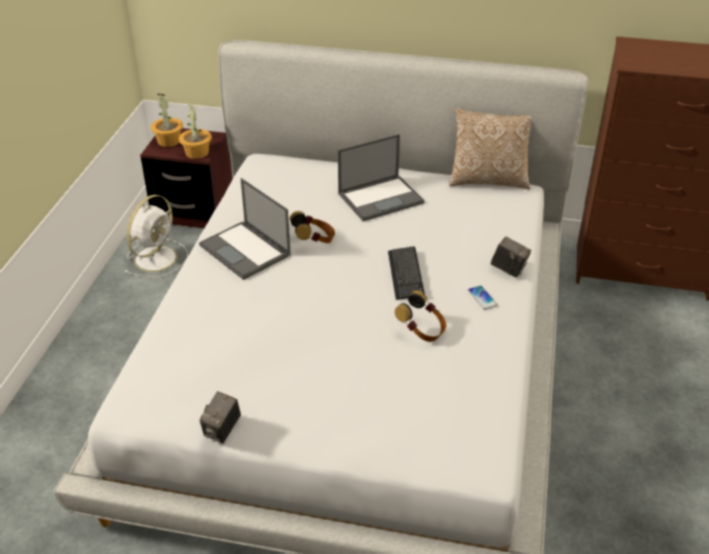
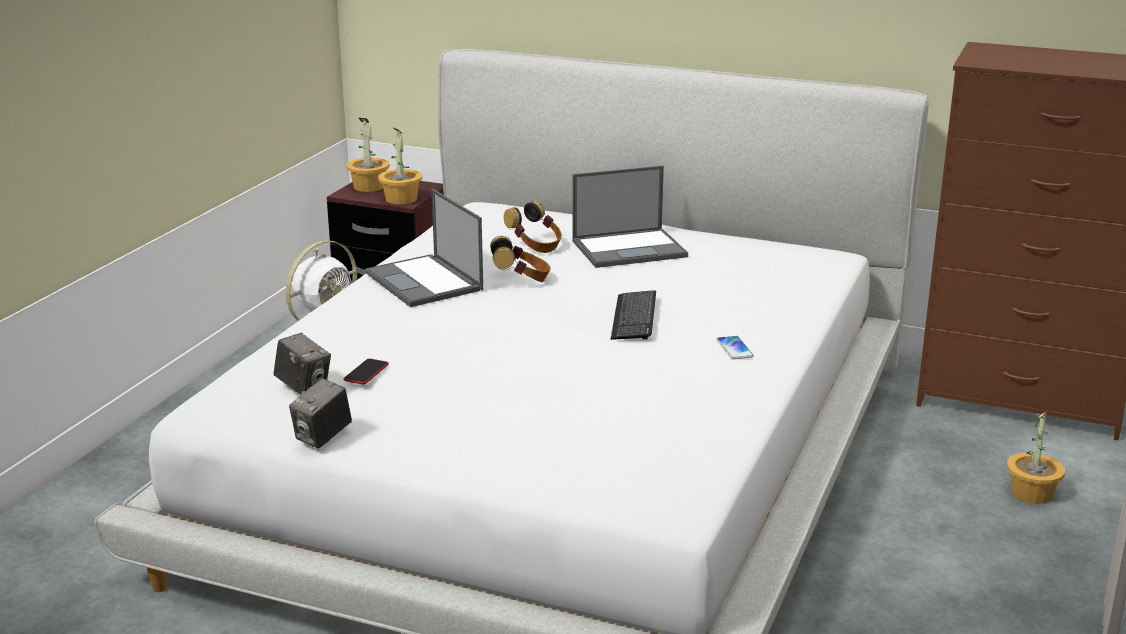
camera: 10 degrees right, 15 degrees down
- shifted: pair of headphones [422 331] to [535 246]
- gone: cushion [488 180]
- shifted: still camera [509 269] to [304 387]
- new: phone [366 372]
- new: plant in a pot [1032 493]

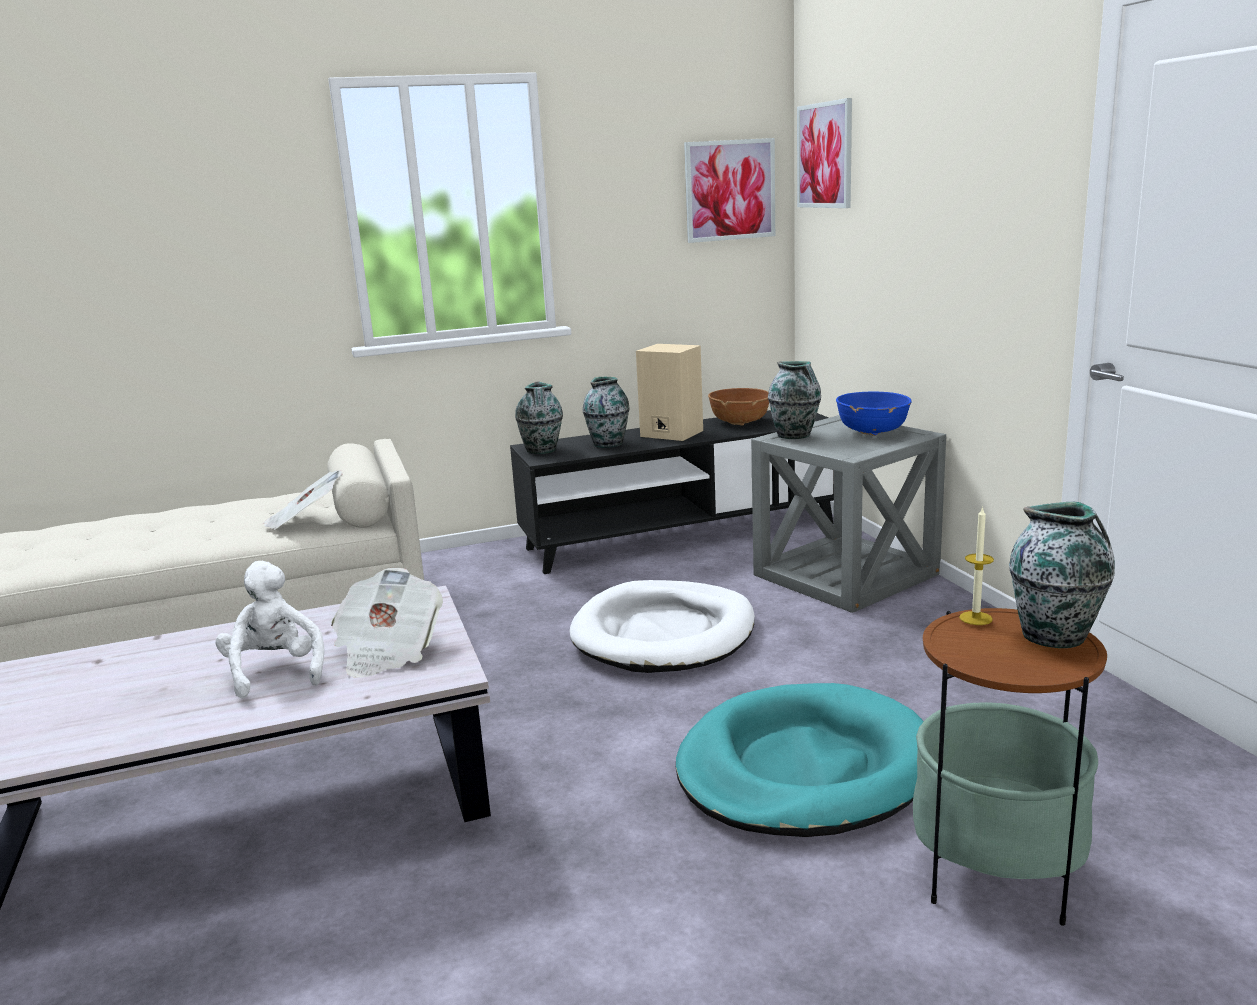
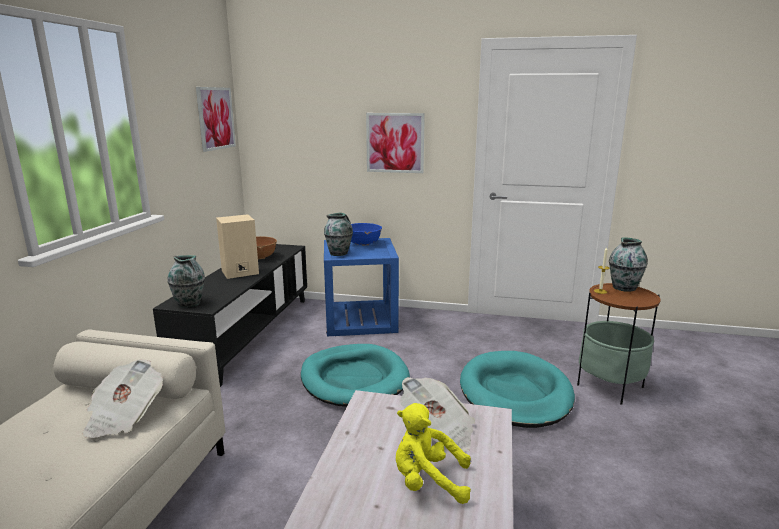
camera: 60 degrees left, 0 degrees up
- repainted: white-coloured soft toy [275 672] to yellow soft toy [428 481]
- repainted: white-coloured pet bed [664 633] to turquoise-coloured pet bed [354 379]
- gone: vase [608 444]
- repainted: greyish accent table [845 575] to blue-coloured accent table [360 319]
- shifted: picture [825 155] to [395 143]

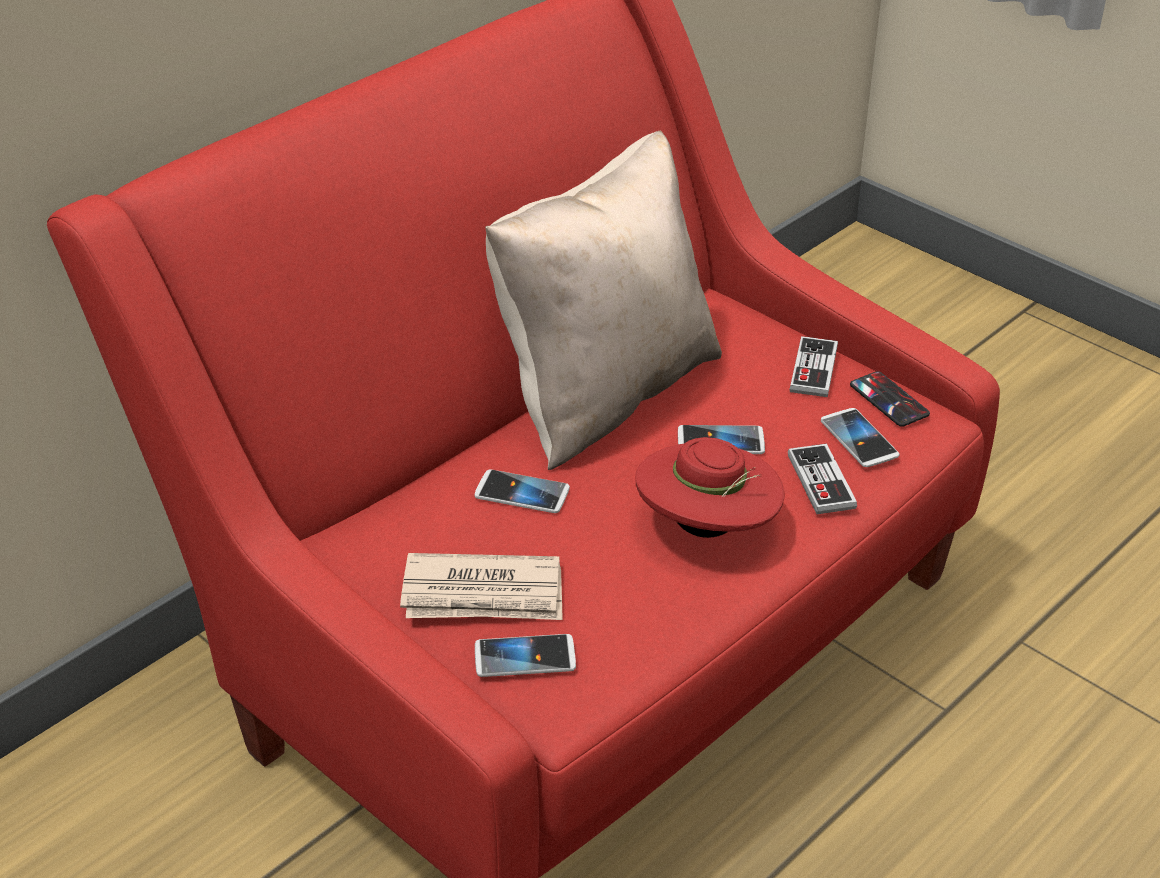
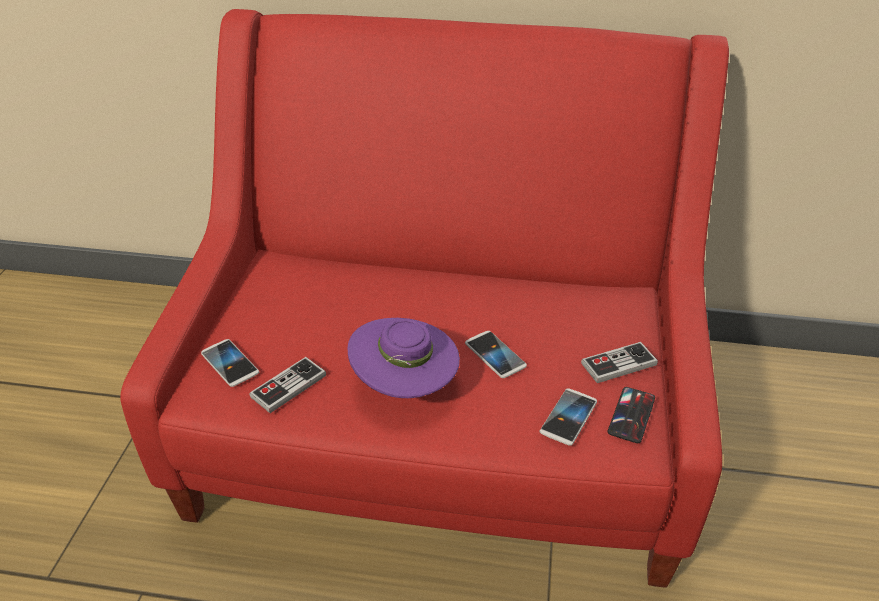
camera: 55 degrees right, 0 degrees up
- gone: daily paper [484 594]
- gone: phone [522 493]
- gone: sand-coloured cushion [604 393]
- repainted: red-coloured wearable hat [707 528] to purple-coloured wearable hat [405 385]
- shifted: game controller [821 481] to [288 386]

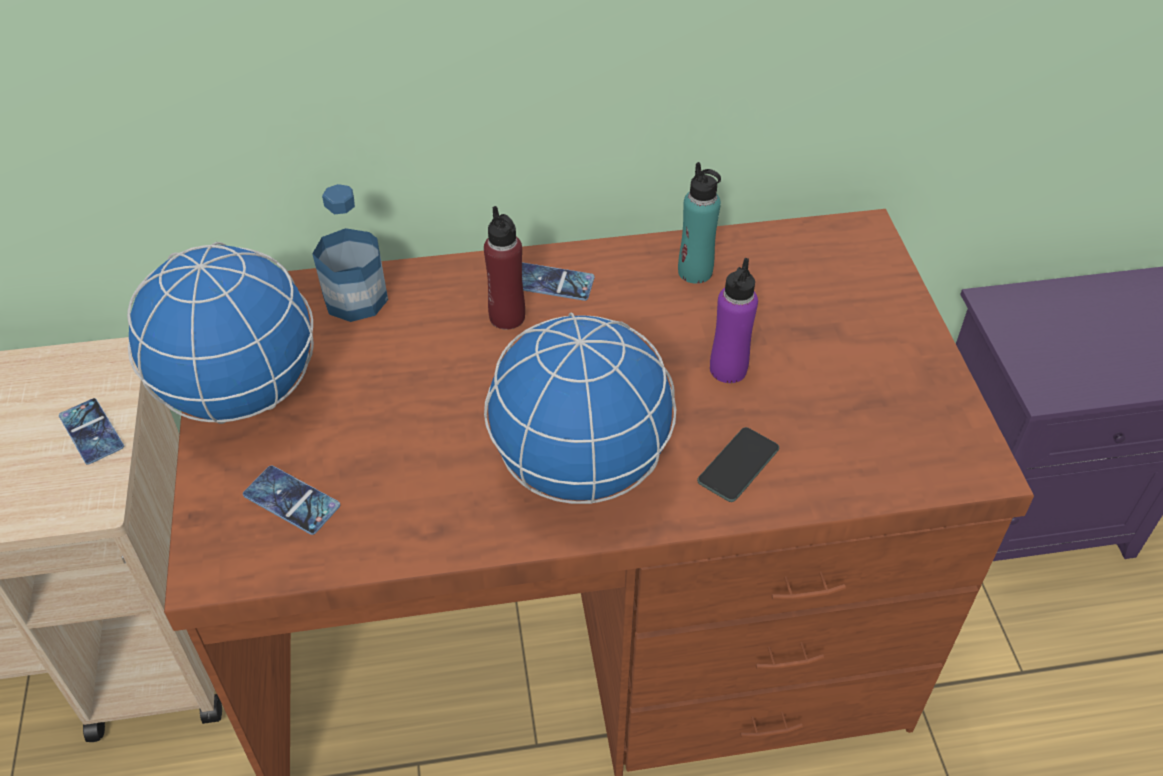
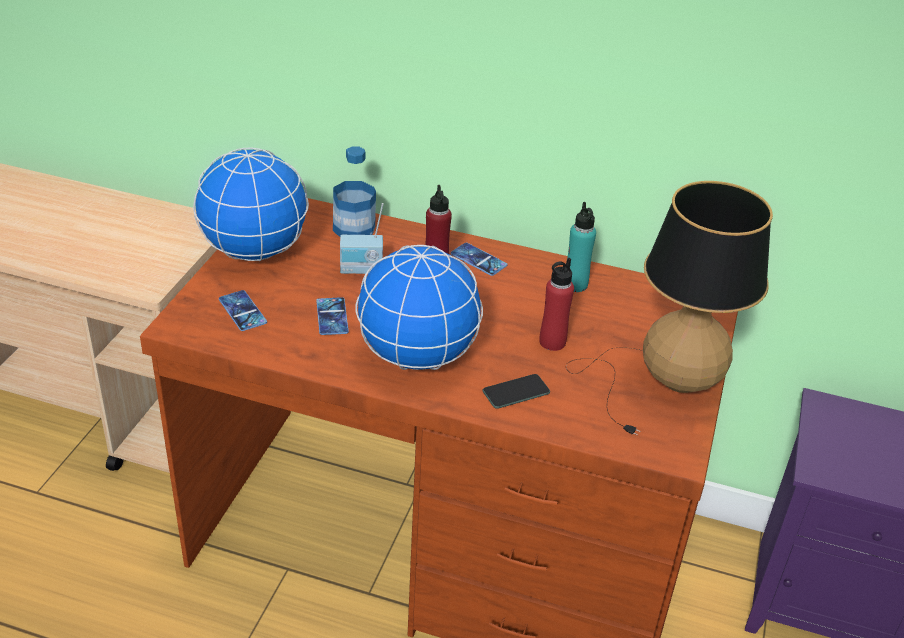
camera: 25 degrees right, 10 degrees down
- shifted: phone [91 431] to [332 316]
- repainted: purple-coloured beverage bottle [728 369] to red-coloured beverage bottle [552 342]
- new: radio receiver [361 270]
- new: lamp for a table [664 381]

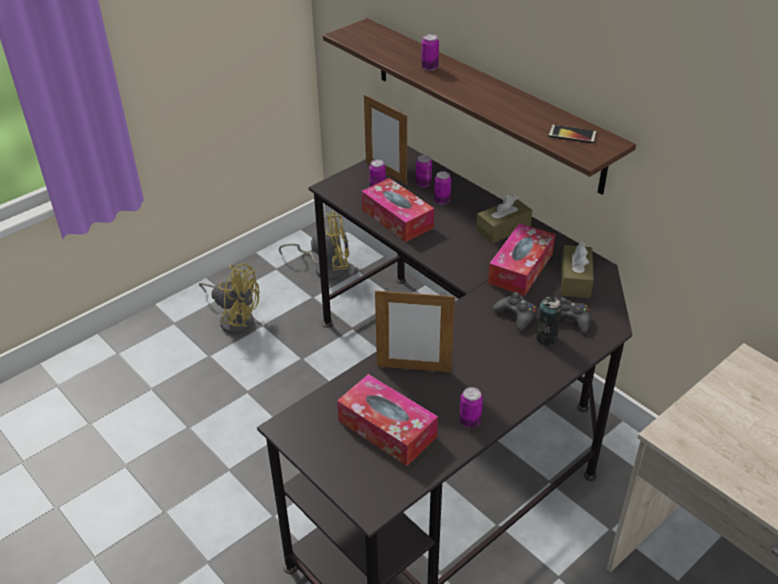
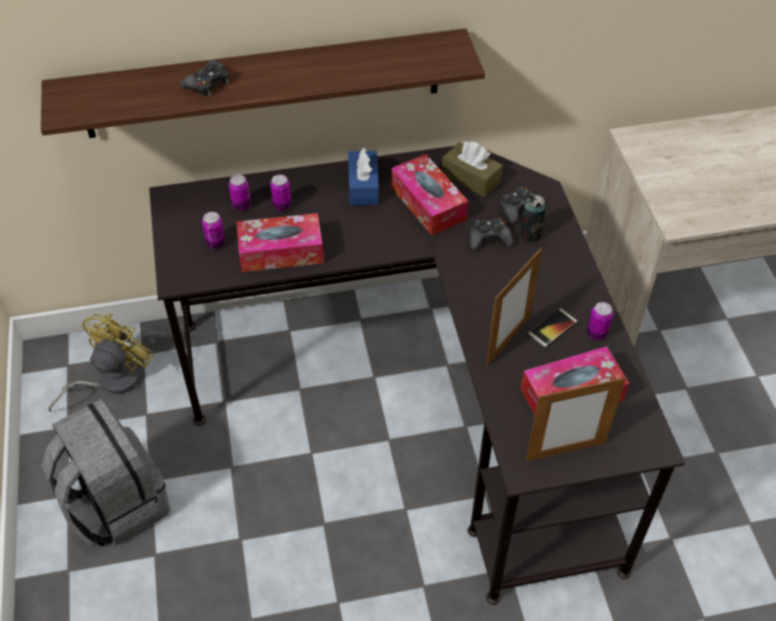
camera: 60 degrees left, 10 degrees up
- swapped: yellow fan [235 318] to greyish backpack [116 504]
- shifted: photo frame [386 173] to [565 451]
- swapped: sealed can [429 67] to black game controller [207 83]
- repainted: brown-coloured tissue holder [503 229] to blue-coloured tissue holder [363 186]
- shifted: phone [572 135] to [552 328]

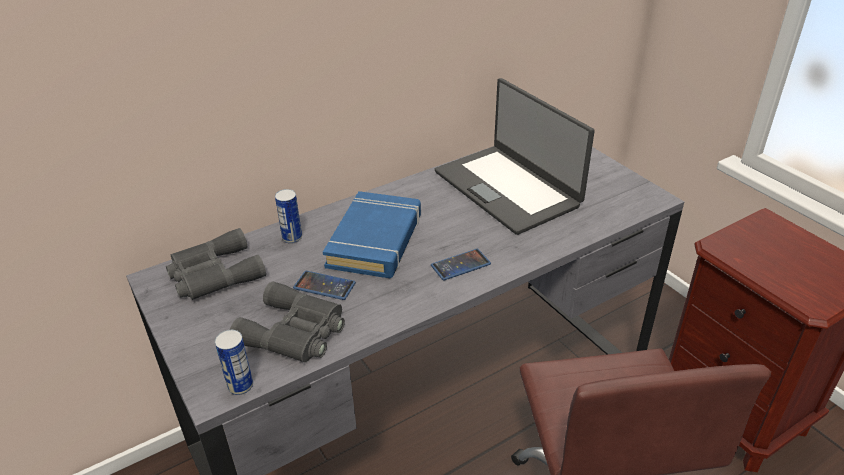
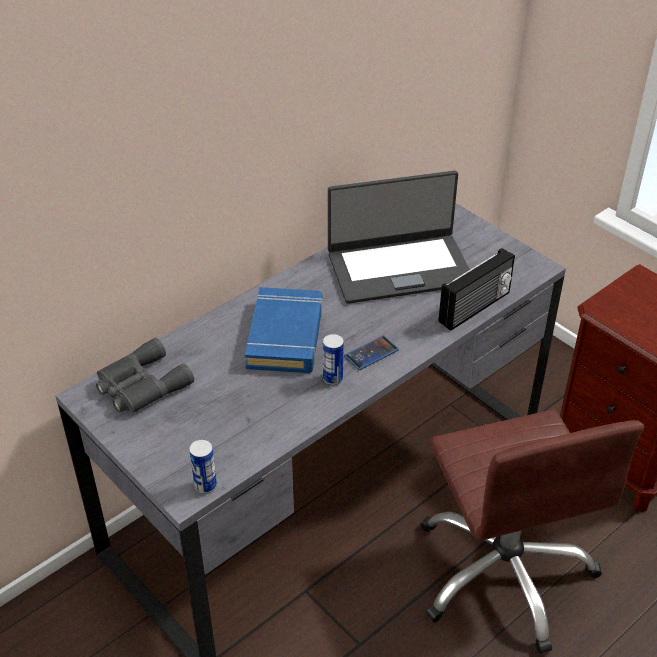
camera: 10 degrees left, 5 degrees up
- gone: greyish field glasses [295 332]
- shifted: sealed can [292 238] to [333 379]
- gone: phone [324 286]
- rotated: portable computer [508 188] = [399 267] 60 degrees counterclockwise
- new: radio receiver [475 308]

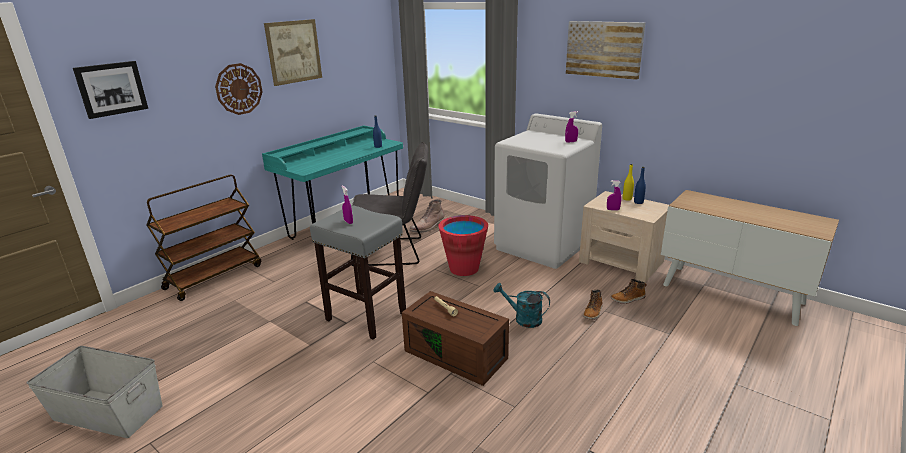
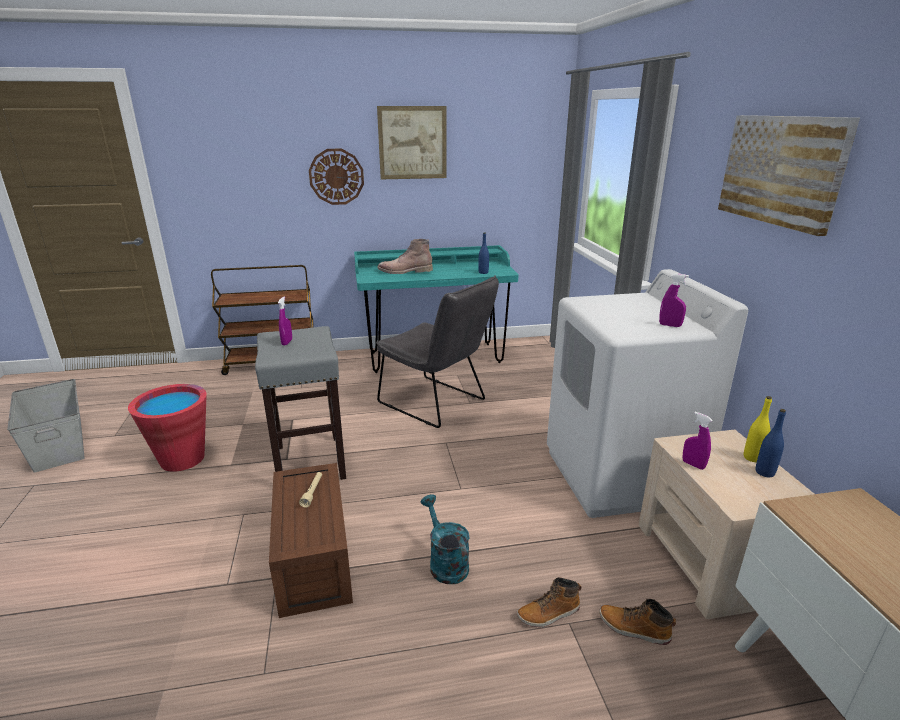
camera: 40 degrees right, 0 degrees up
- gone: picture [111 89]
- shifted: brown-coloured boot [428 227] to [404 272]
- shifted: red-coloured pail [464 268] to [182 459]

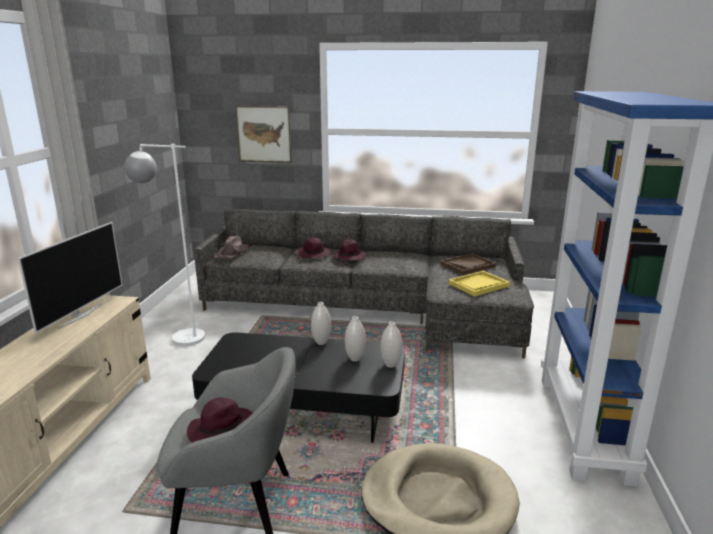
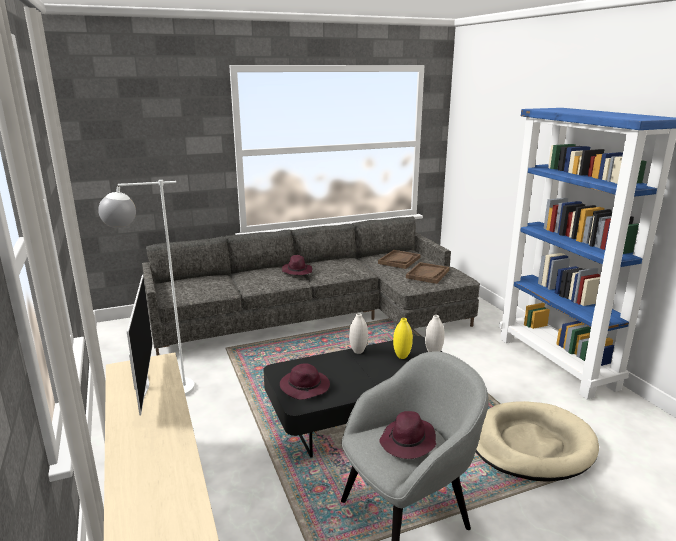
camera: 30 degrees left, 0 degrees up
- gone: brown-coloured wearable hat [234 252]
- gone: picture [264 134]
- shifted: purple-coloured wearable hat [314 254] to [305 387]
- repainted: white-coloured vase [355 359] to yellow vase [402 356]
- repainted: yellow carrying tray [478 285] to brown-coloured carrying tray [427 274]

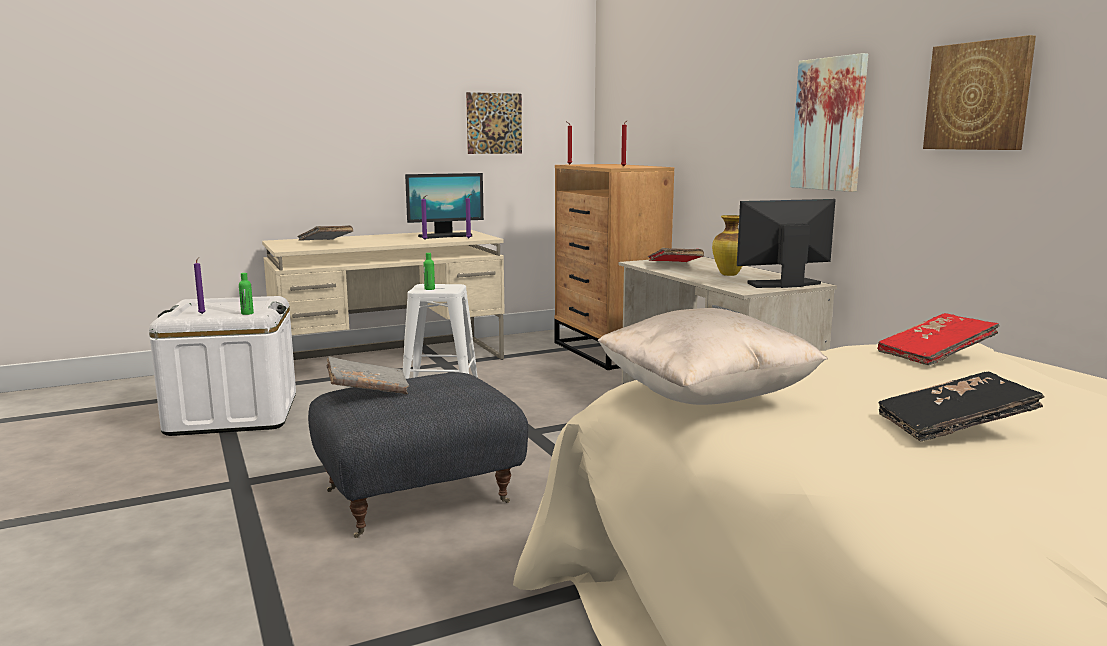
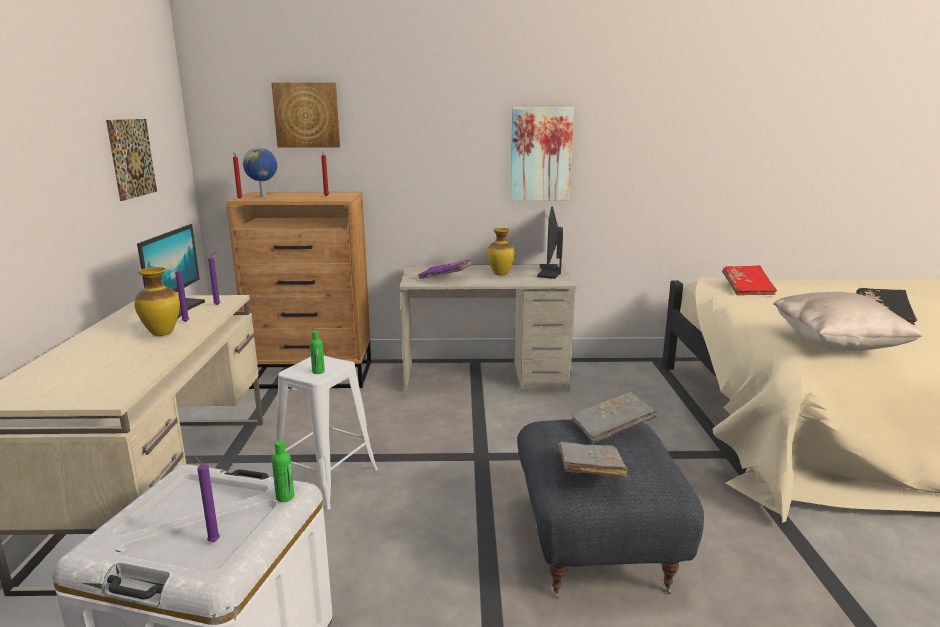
camera: 65 degrees left, 5 degrees up
- shifted: greyish volume [325 243] to [611 428]
- repainted: red-coloured volume [674 266] to purple-coloured volume [445 278]
- shifted: picture [978 96] to [307 115]
- new: vase [162 333]
- new: globe [264 196]

